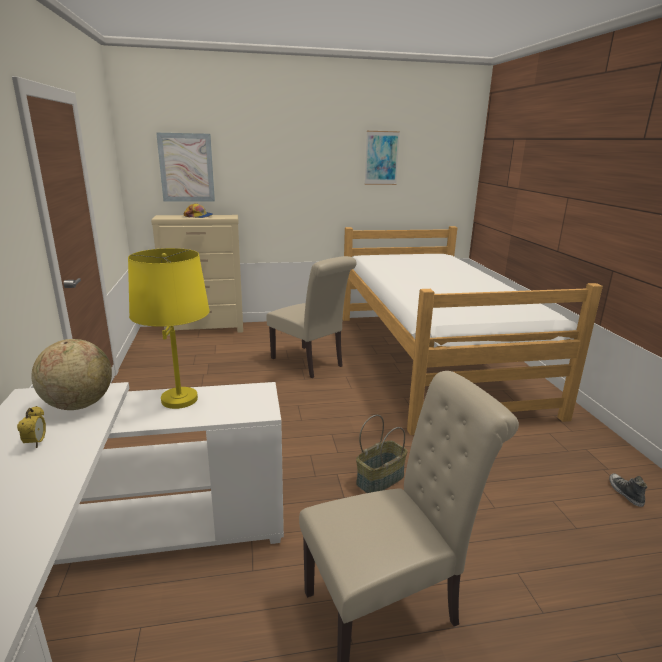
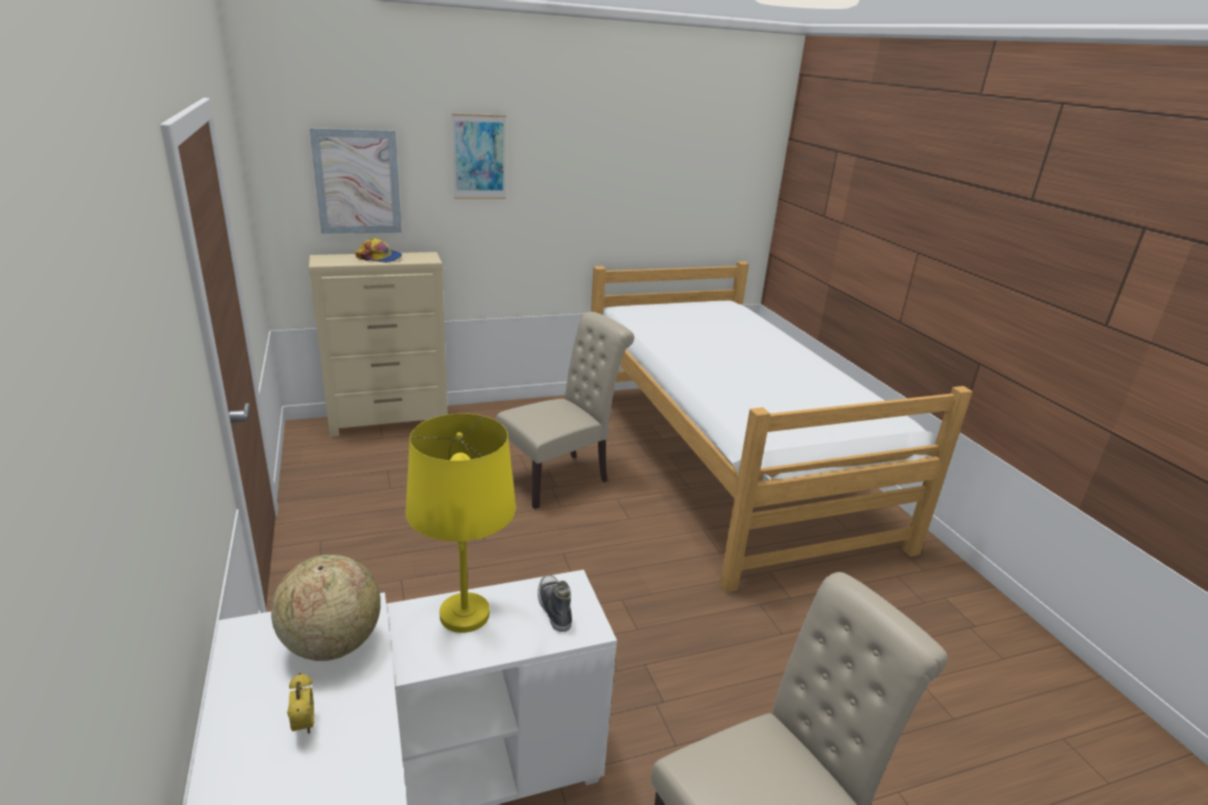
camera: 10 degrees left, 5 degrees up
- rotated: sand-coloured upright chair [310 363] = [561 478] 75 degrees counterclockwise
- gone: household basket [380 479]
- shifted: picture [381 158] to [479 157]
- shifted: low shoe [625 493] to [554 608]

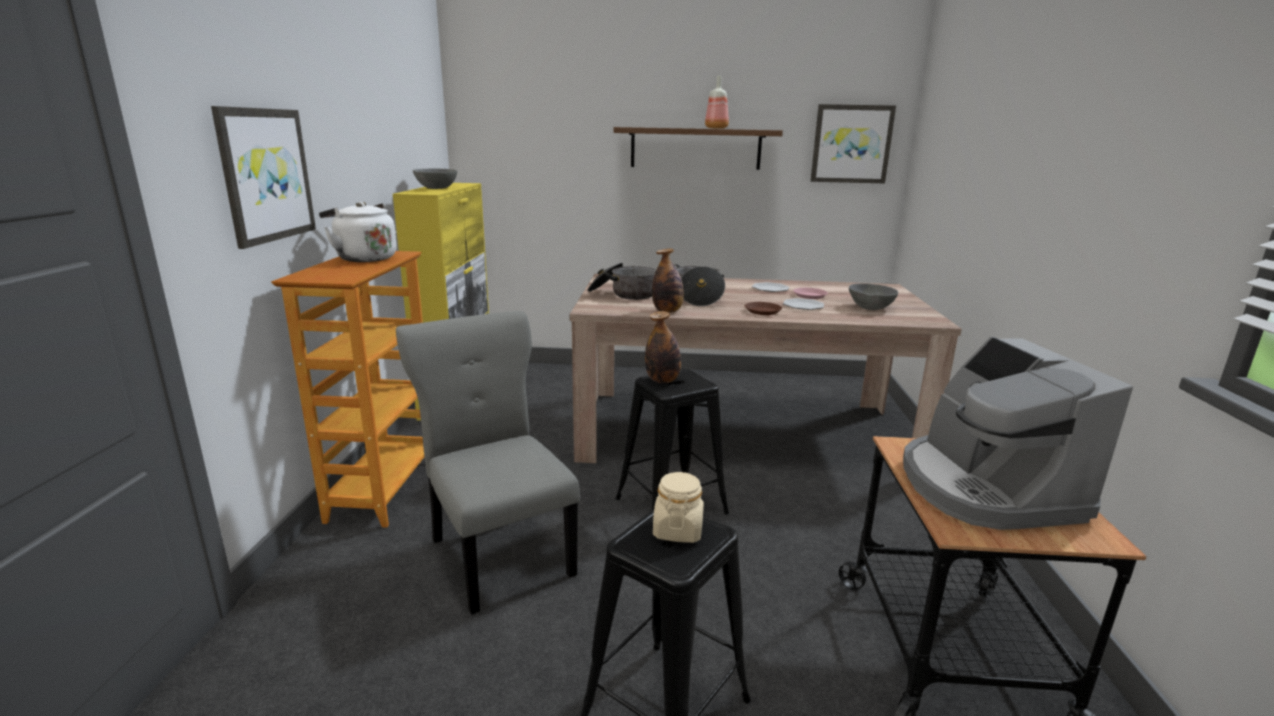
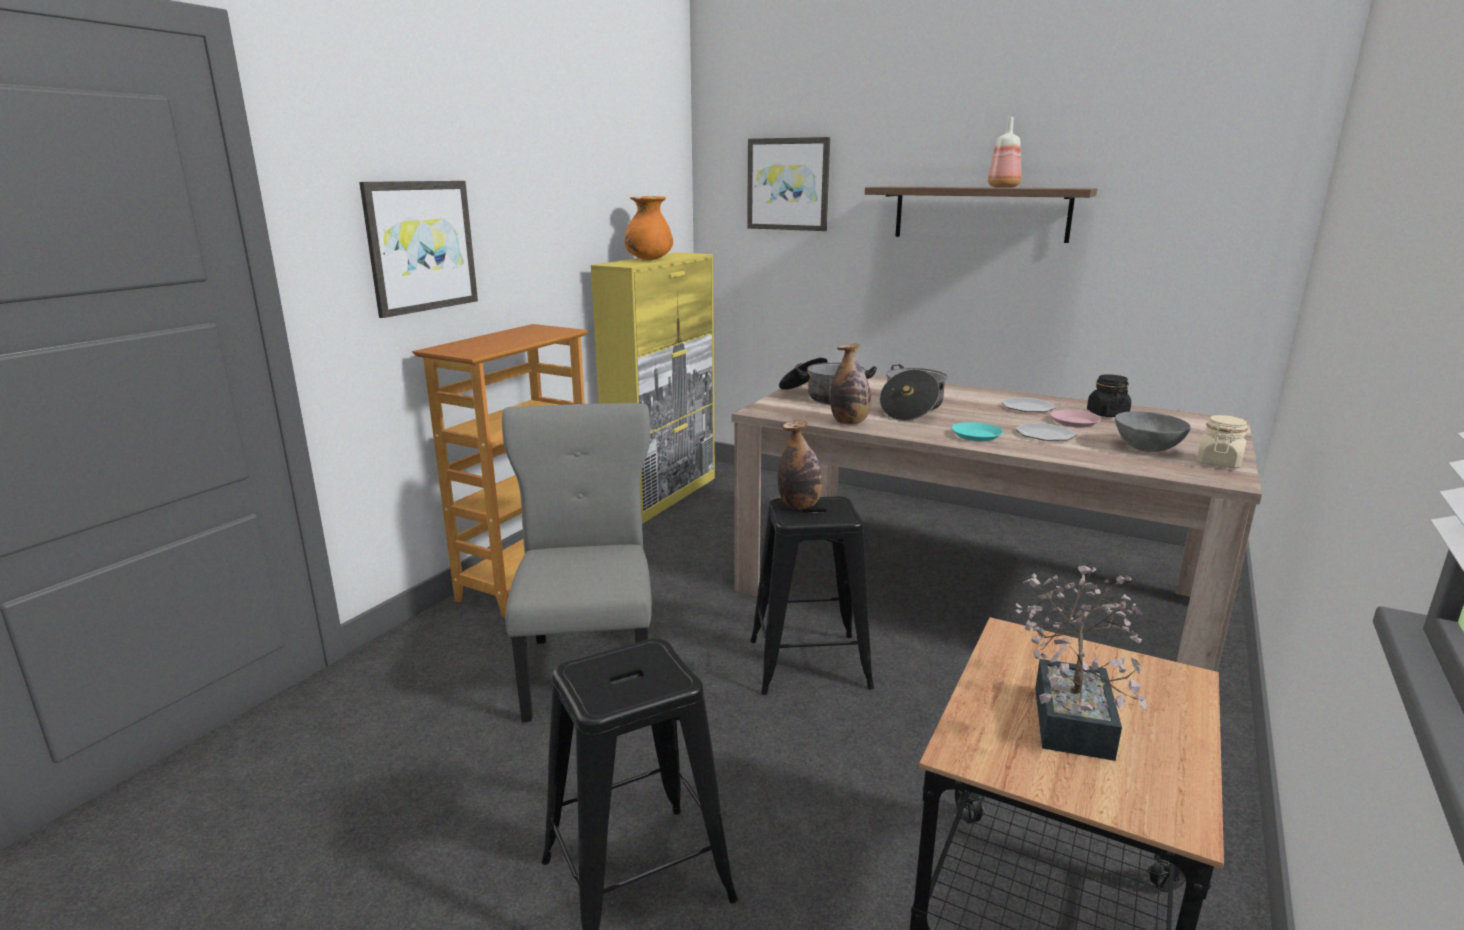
camera: 25 degrees right, 0 degrees up
- gone: white-coloured kettle [364 258]
- swapped: greyish serving bowl [436 188] to orange vase [649 259]
- shifted: sand-coloured jar [677 530] to [1218 463]
- repainted: brown-coloured dinner plate [762 311] to turquoise-coloured dinner plate [976 435]
- shifted: picture [851 144] to [788 184]
- swapped: coffee machine [985 488] to plant in a pot [1072 714]
- new: black jar [1107 414]

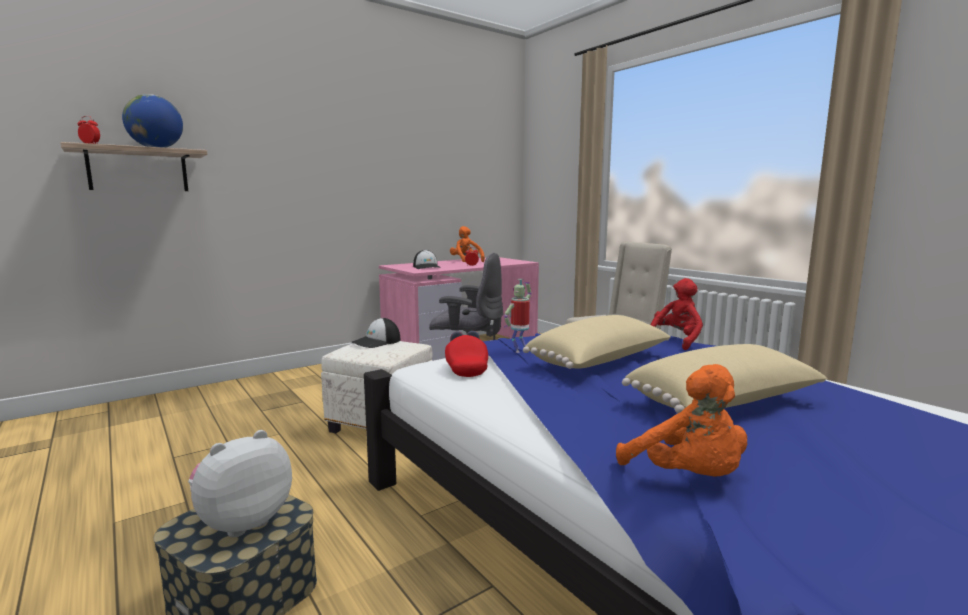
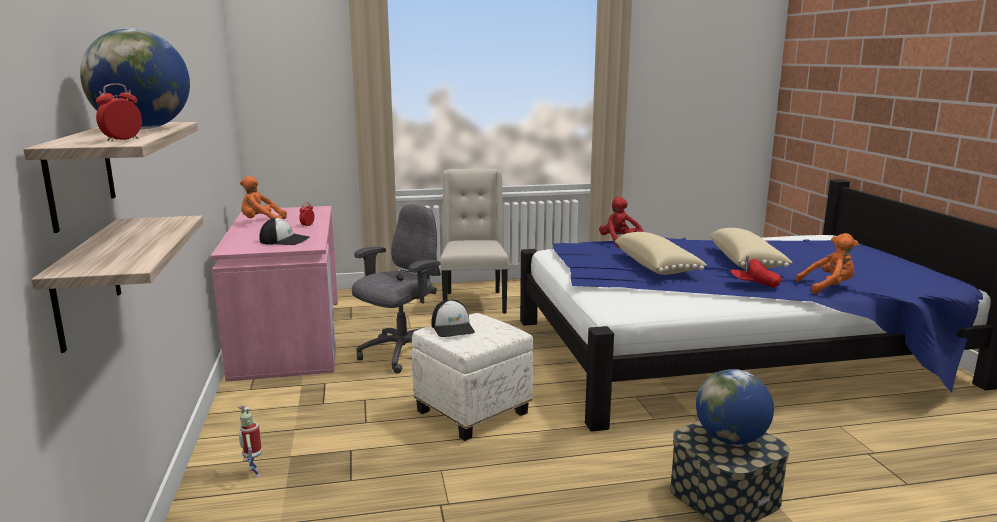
camera: 65 degrees left, 5 degrees up
- swapped: soft toy [243 522] to globe [731 439]
- shifted: red-coloured baseball cap [466 368] to [754 284]
- shifted: robot figure [519 350] to [253 473]
- new: wall shelf [86 282]

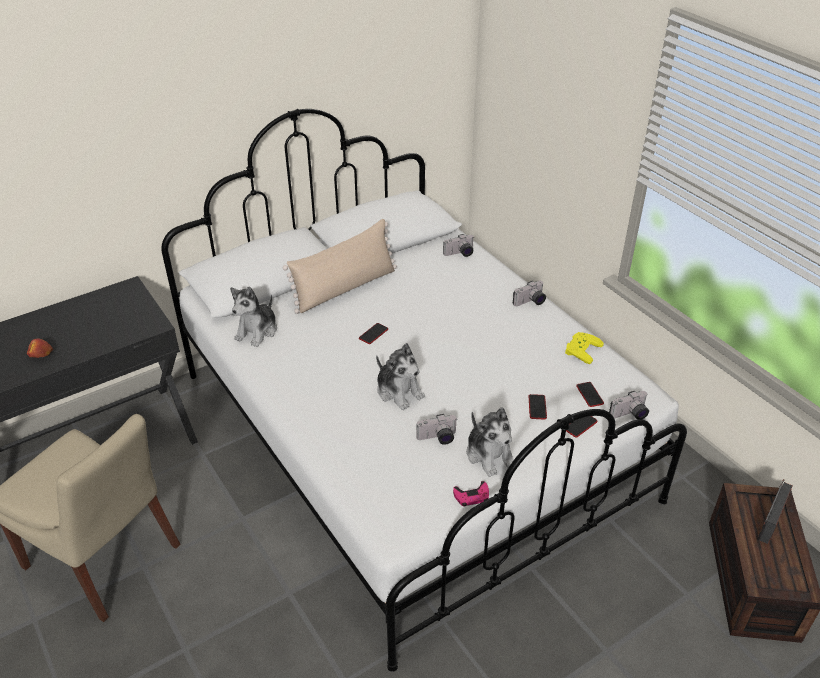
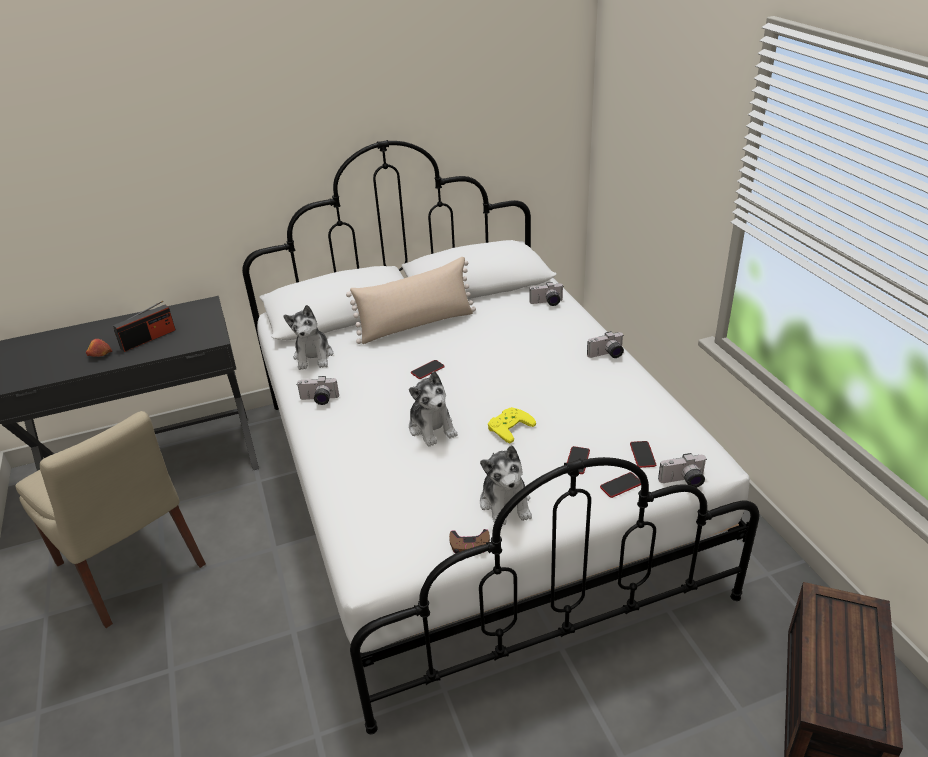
camera: 15 degrees right, 5 degrees down
- rotated: soft toy [257 331] = [314 356] 45 degrees counterclockwise
- shifted: still camera [438 438] to [319 400]
- repainted: pinkish game controller [472 496] to brown-coloured game controller [469 544]
- shifted: yellow game controller [580 349] to [508 426]
- shifted: radio receiver [771 521] to [148 339]

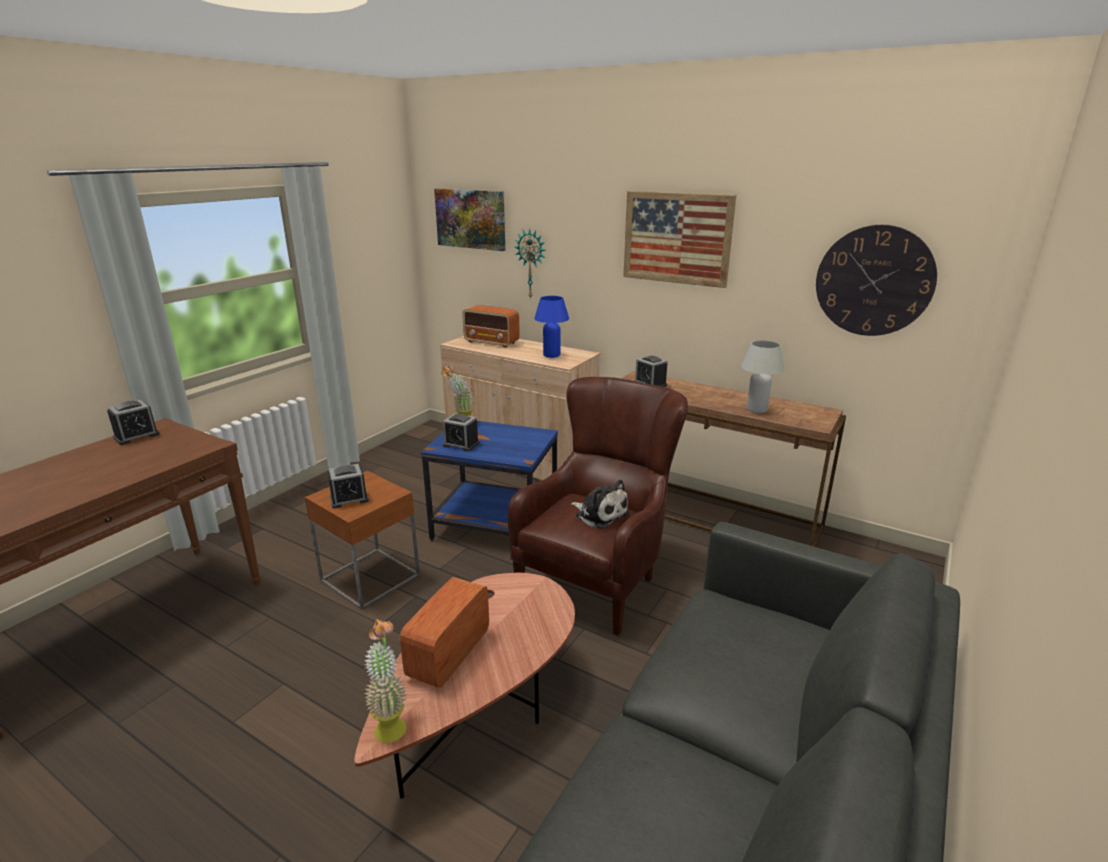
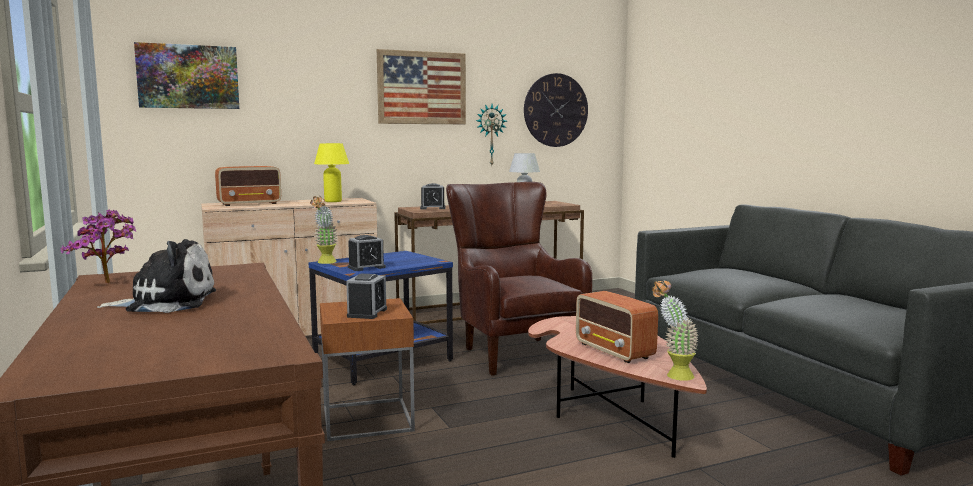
camera: 55 degrees left, 15 degrees down
- swapped: table clock [136 436] to plant in a pot [109 284]
- shifted: clock on the wall [531 264] to [490 135]
- repainted: blue-coloured lamp for a table [551 355] to yellow lamp for a table [333 201]
- shifted: soft toy [599 514] to [166 303]

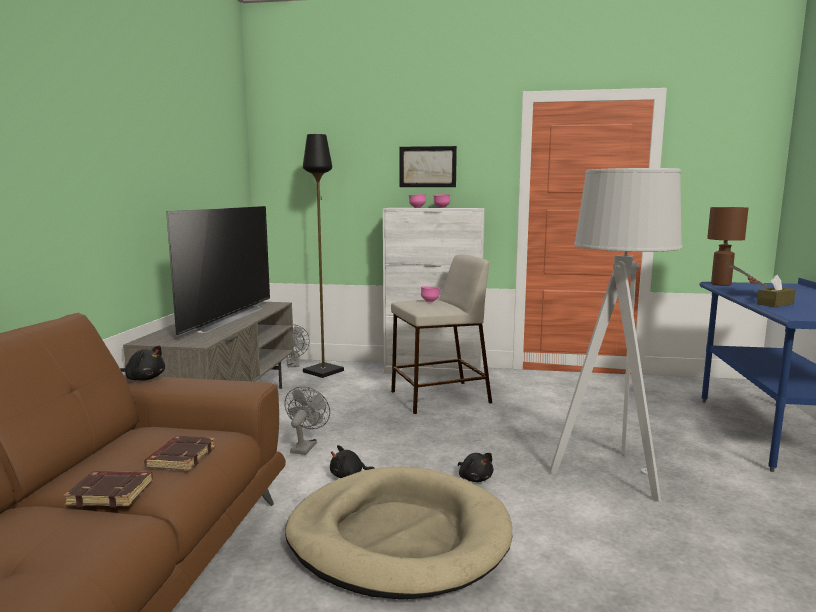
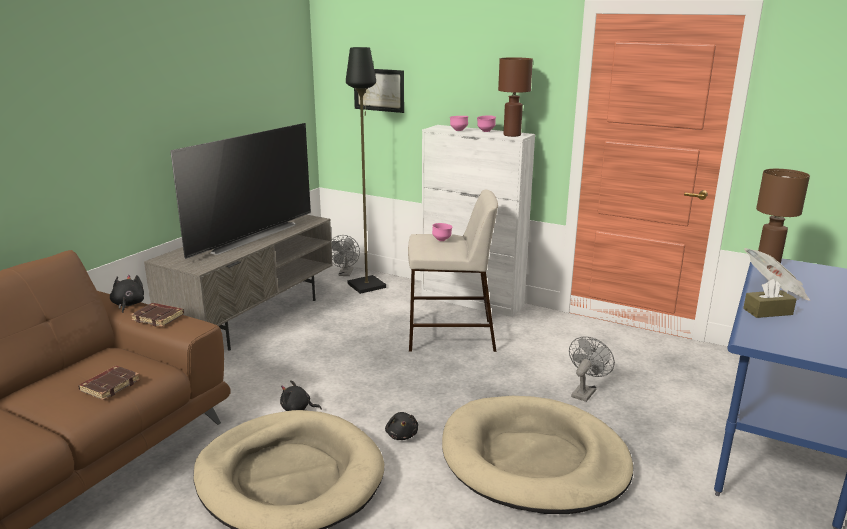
camera: 20 degrees right, 10 degrees up
- shifted: brown-coloured volume [112 493] to [159 318]
- rotated: black soft toy [144 379] = [128 304] 135 degrees counterclockwise
- shifted: greyish fan [305 446] to [585 391]
- shifted: picture [427 167] to [379 90]
- swapped: greyish standing lamp [610 475] to sand-coloured pet bed [534 459]
- new: brown-coloured lamp for a table [512 135]

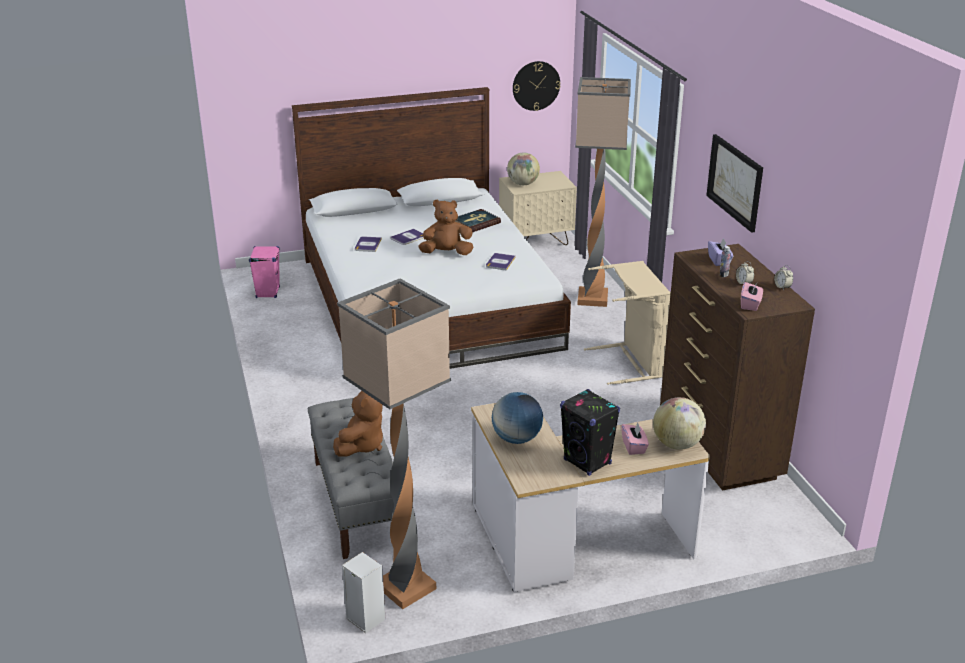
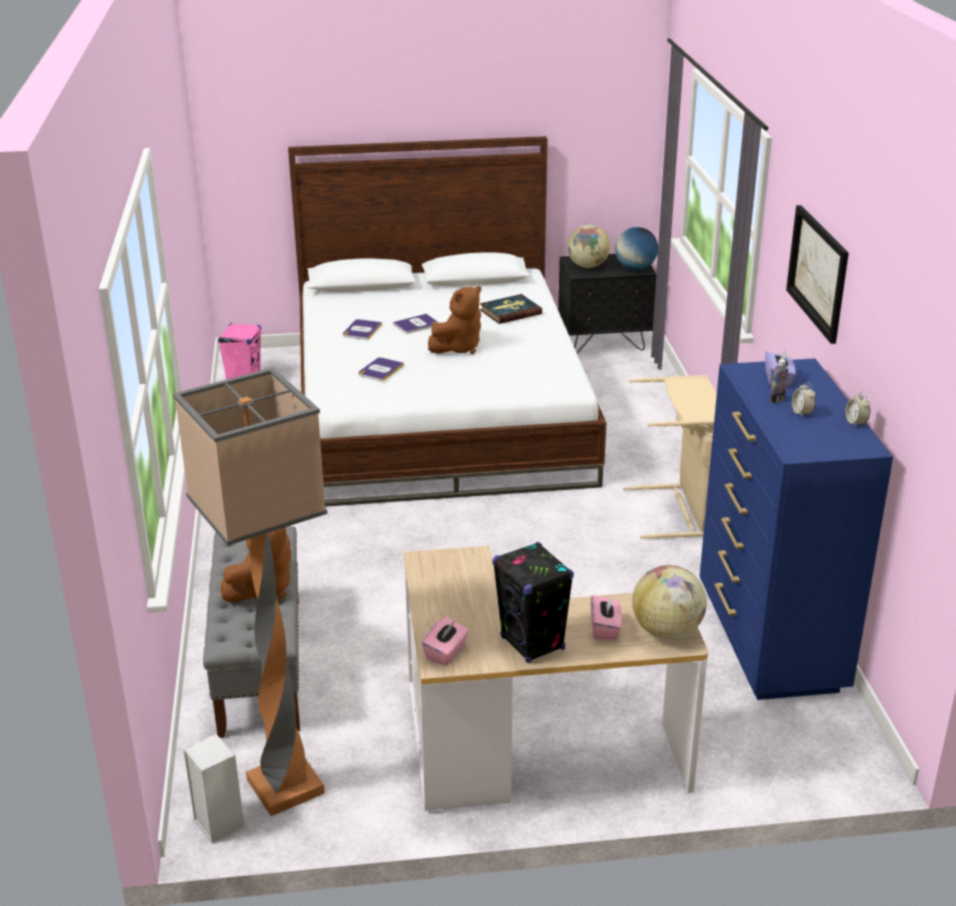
camera: 10 degrees right, 0 degrees up
- rotated: brown-coloured soft toy [446 253] = [458 348] 135 degrees clockwise
- shifted: volume [500 262] to [380 370]
- shifted: globe [517 439] to [635 268]
- repainted: sand-coloured nightstand [536 241] to black nightstand [604 342]
- gone: clock on the wall [536 85]
- gone: standing lamp [593 298]
- repainted: brown-coloured dresser [718 449] to blue-coloured dresser [768 641]
- shifted: pinkish tissue holder [750 304] to [446 653]

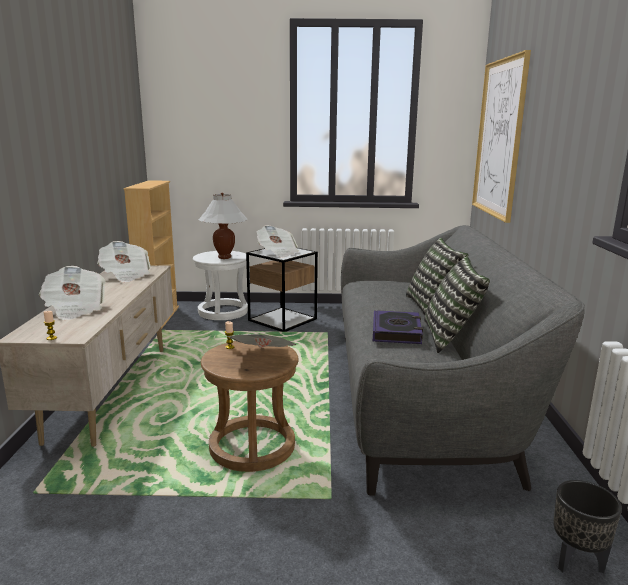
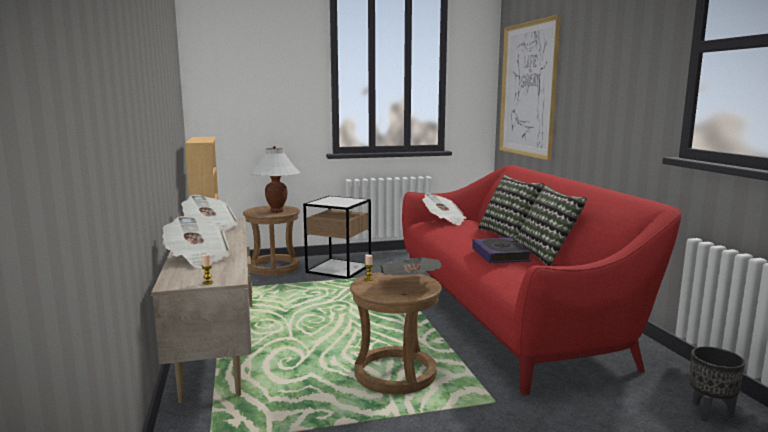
camera: 15 degrees left, 5 degrees down
- repainted: white-coloured sitting stool [223 312] to brown-coloured sitting stool [274 267]
- shifted: daily paper [277 253] to [444 221]
- repainted: greyish sofa [420 394] to red-coloured sofa [508 314]

